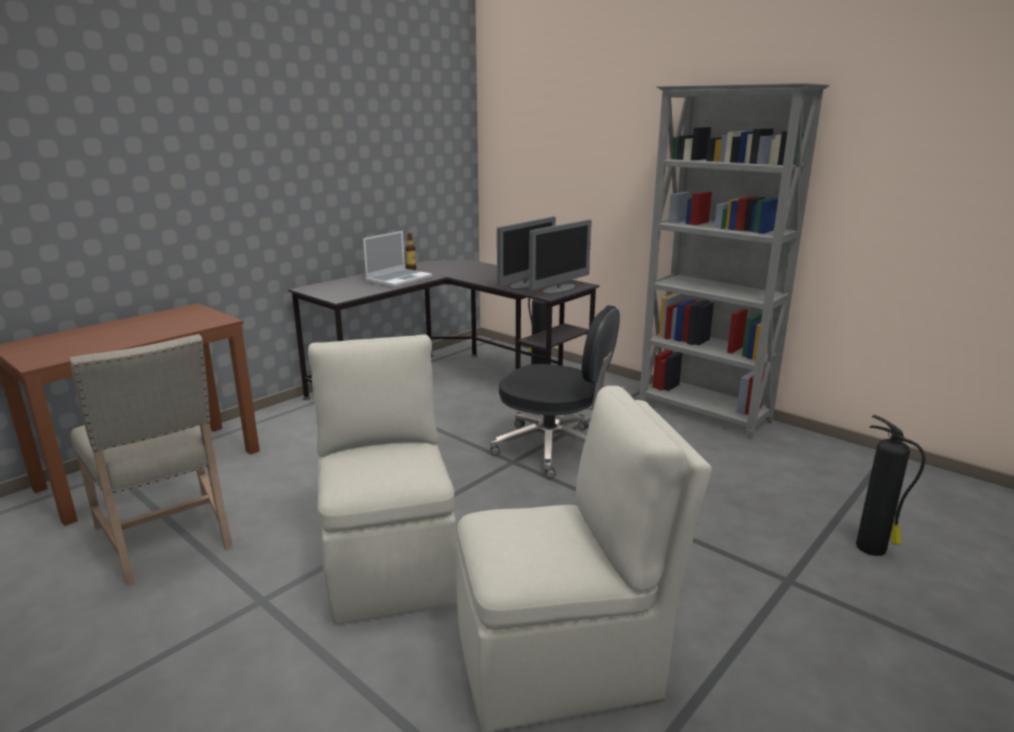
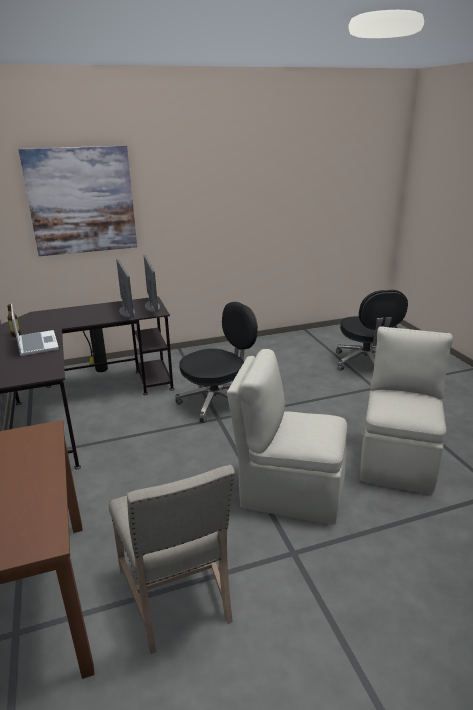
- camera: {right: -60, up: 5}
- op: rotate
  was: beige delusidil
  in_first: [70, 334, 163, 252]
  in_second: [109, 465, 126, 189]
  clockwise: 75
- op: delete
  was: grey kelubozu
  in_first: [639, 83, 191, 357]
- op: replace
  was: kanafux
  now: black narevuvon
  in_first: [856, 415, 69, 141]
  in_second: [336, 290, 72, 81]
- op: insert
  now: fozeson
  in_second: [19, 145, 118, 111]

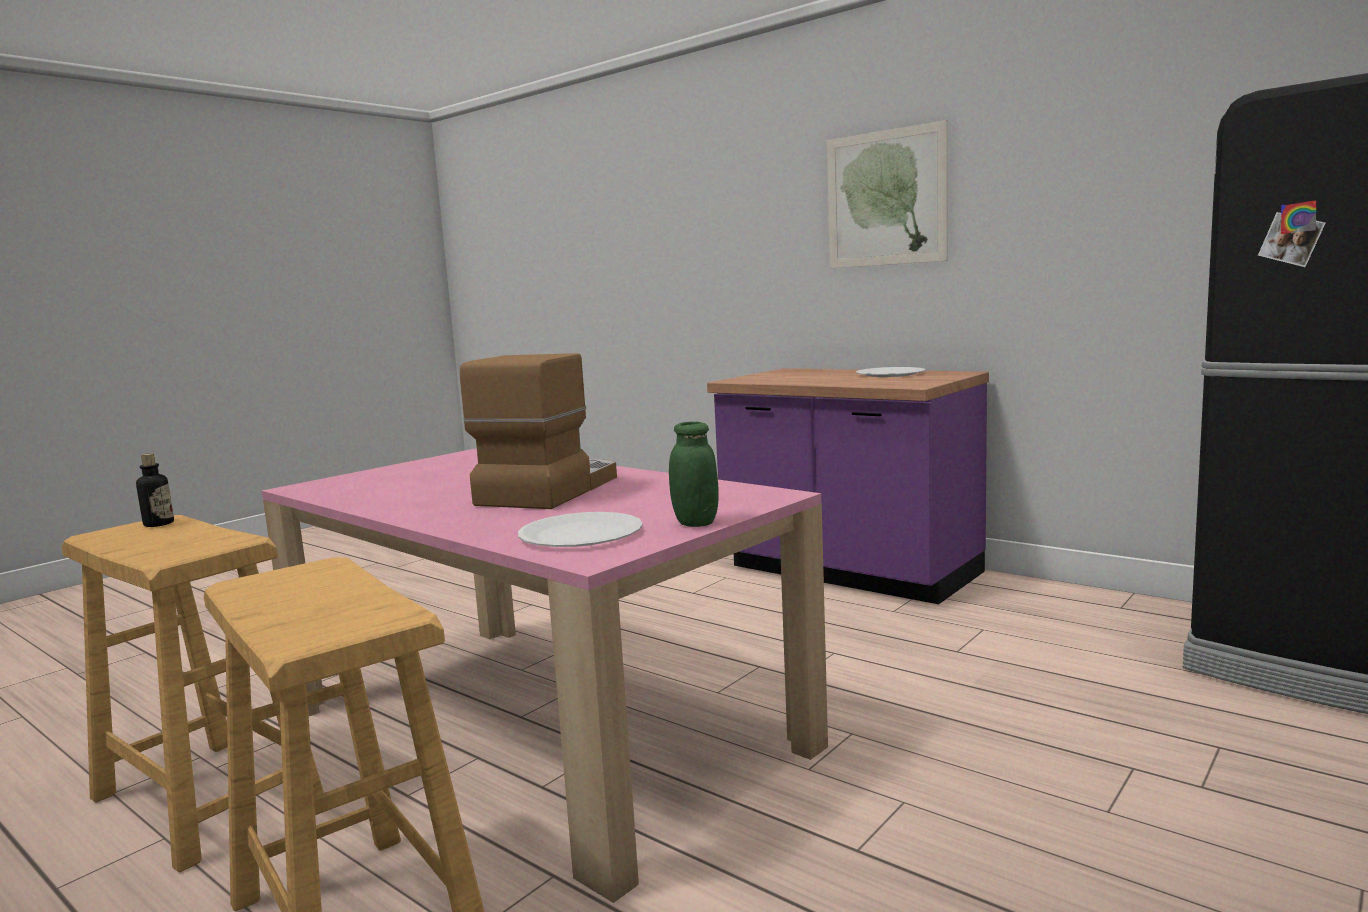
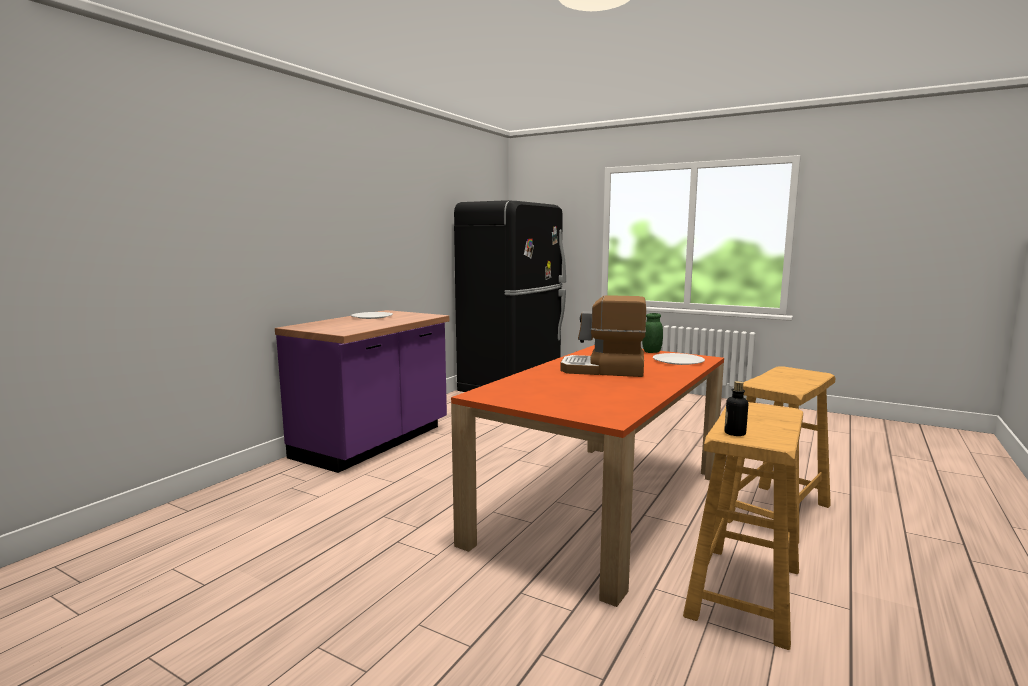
- camera: {right: -100, up: 0}
- op: recolor
  was: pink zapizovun
  now: orange zapizovun
  in_first: [262, 448, 566, 455]
  in_second: [451, 345, 273, 262]
- op: delete
  was: fozeson
  in_first: [827, 120, 121, 148]

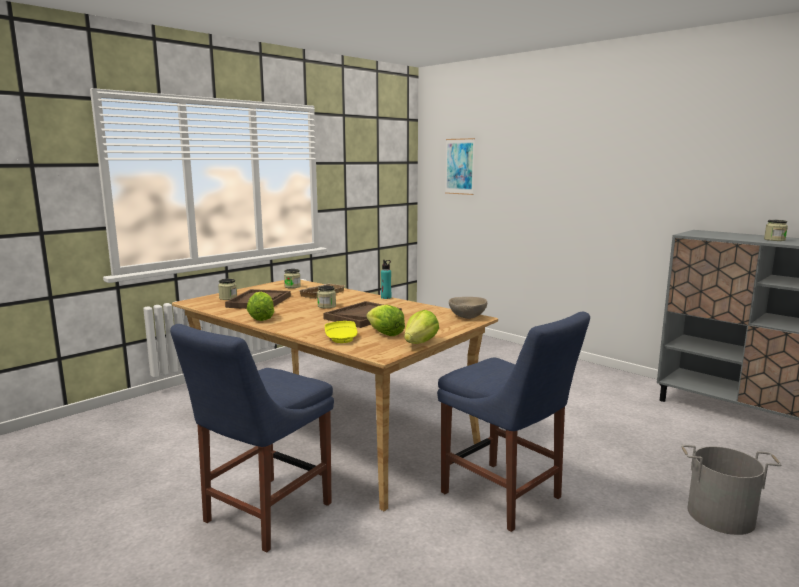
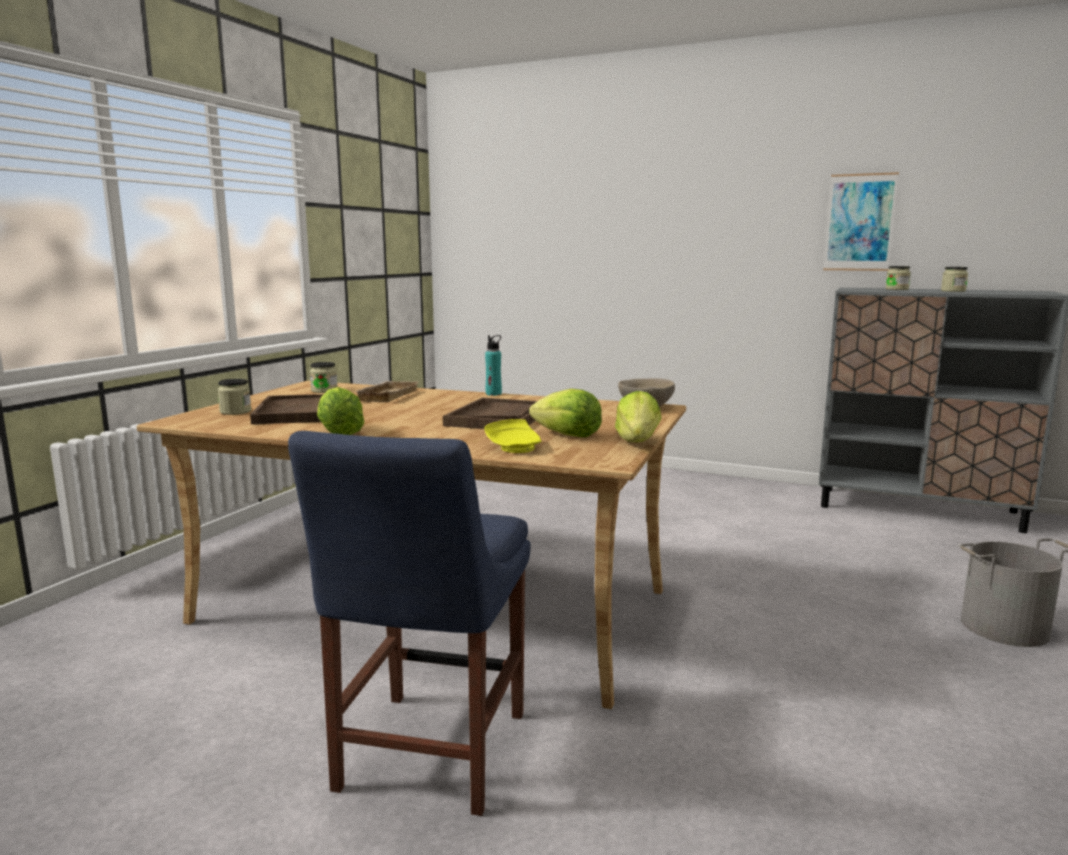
- camera: {right: -20, up: 0}
- op: move
  was: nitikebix
  in_first: [317, 286, 19, 22]
  in_second: [886, 266, 25, 24]
- op: delete
  was: blue delusidil
  in_first: [437, 312, 153, 220]
- op: move
  was: fozeson
  in_first: [445, 138, 30, 57]
  in_second: [823, 172, 76, 99]

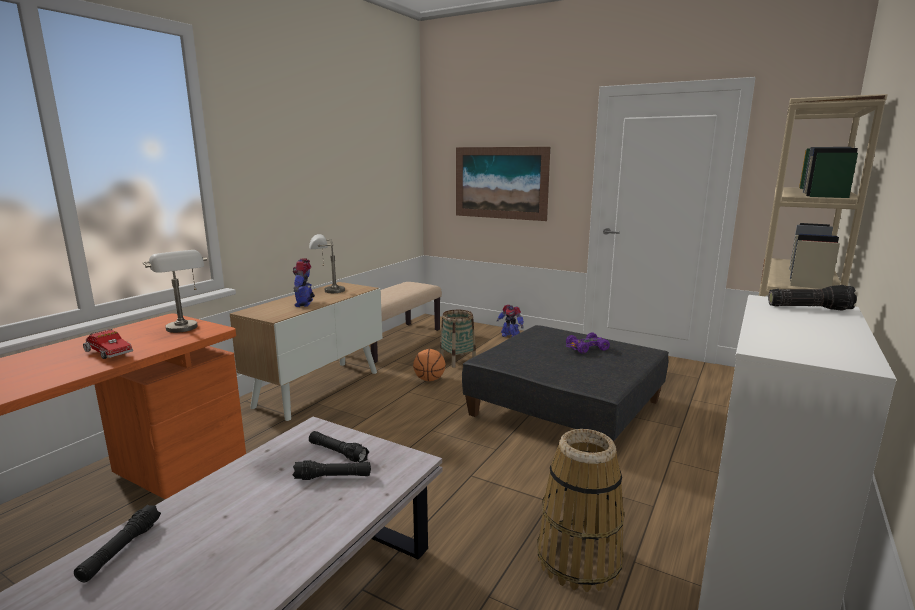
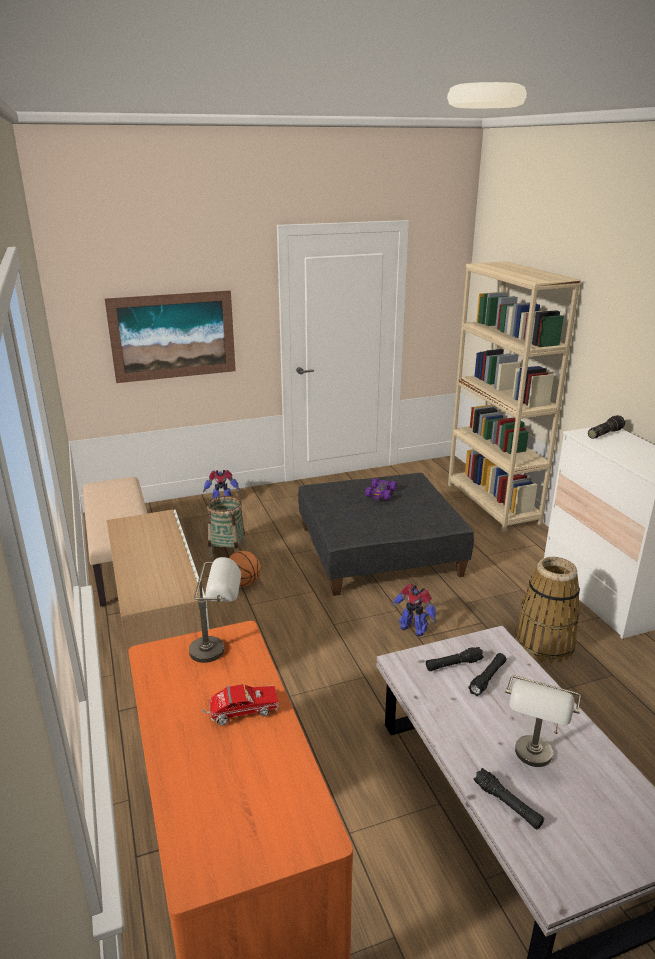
- camera: {right: -50, up: 10}
- op: move
  was: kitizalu
  in_first: [292, 258, 23, 49]
  in_second: [391, 584, 45, 53]
- op: move
  was: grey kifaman
  in_first: [309, 234, 36, 59]
  in_second: [505, 675, 76, 92]

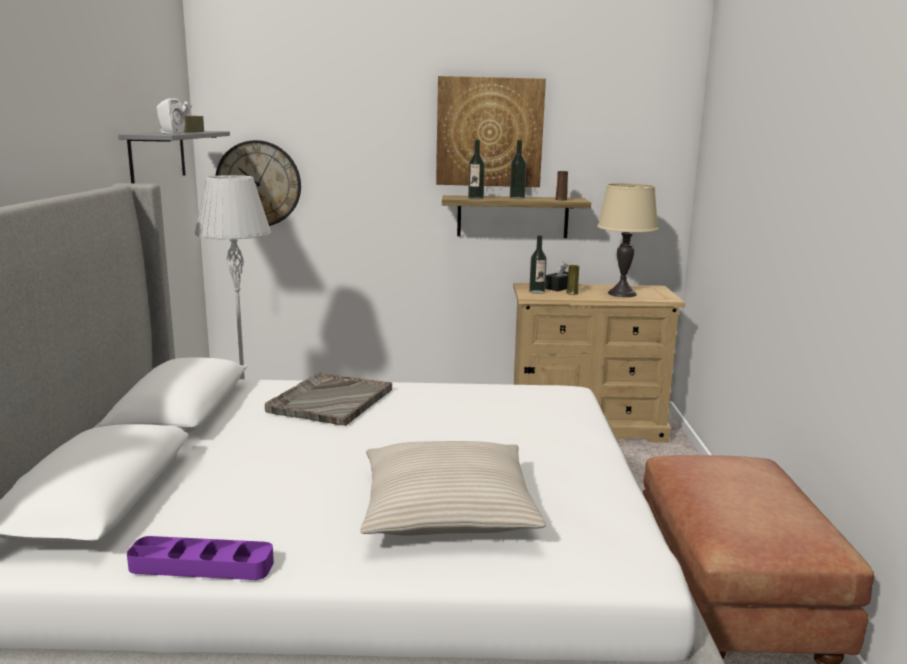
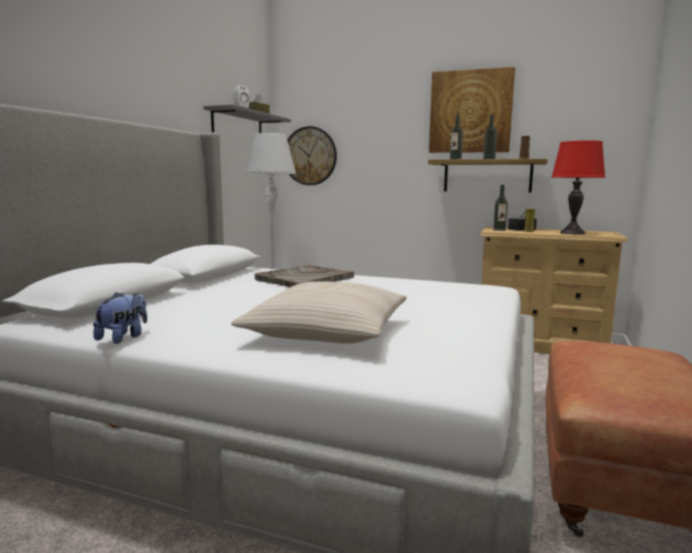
- camera: {right: 20, up: -5}
- op: replace
  was: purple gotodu
  now: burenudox
  in_first: [127, 536, 147, 44]
  in_second: [93, 292, 54, 52]
- op: recolor
  was: beige kifaman
  now: red kifaman
  in_first: [597, 183, 62, 114]
  in_second: [551, 140, 55, 94]

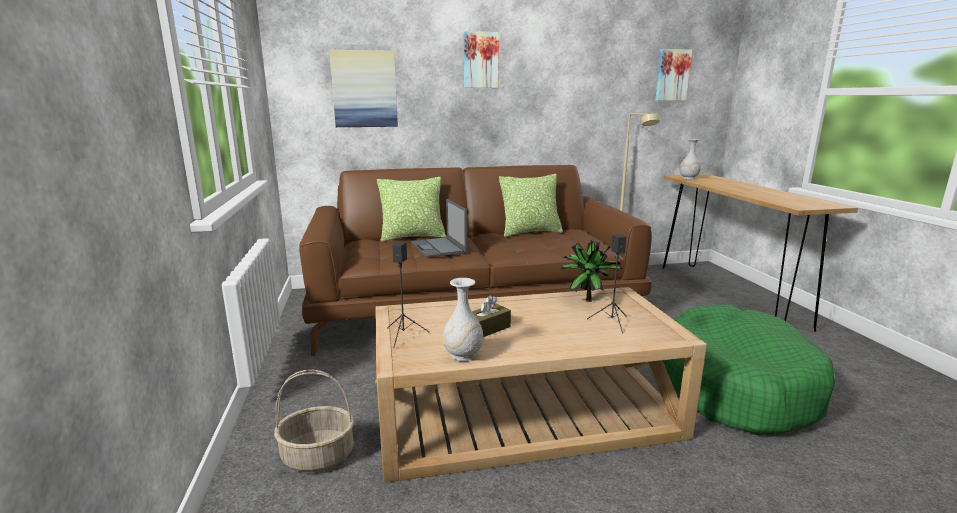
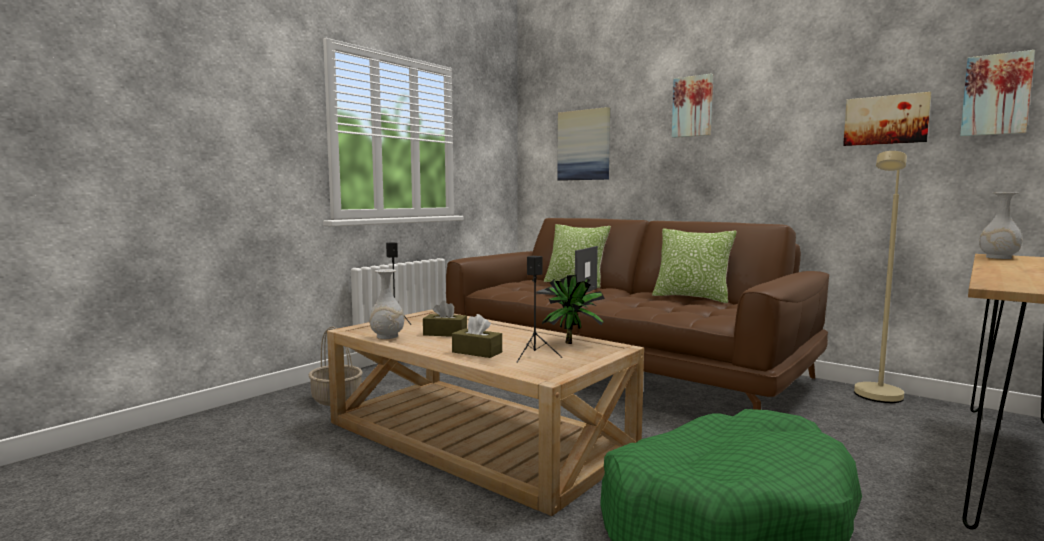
- camera: {right: 50, up: -10}
- op: insert
  now: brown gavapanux
  in_second: [452, 314, 50, 44]
- op: insert
  now: fozeson
  in_second: [843, 92, 88, 54]

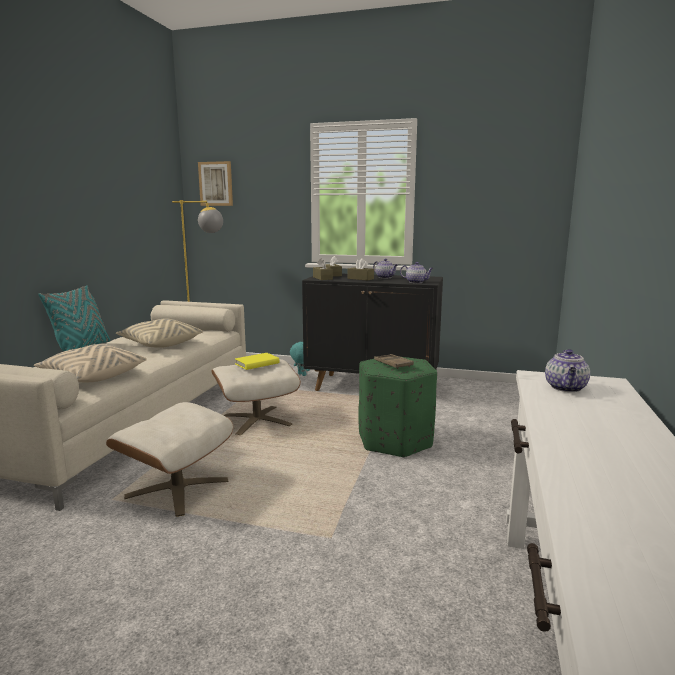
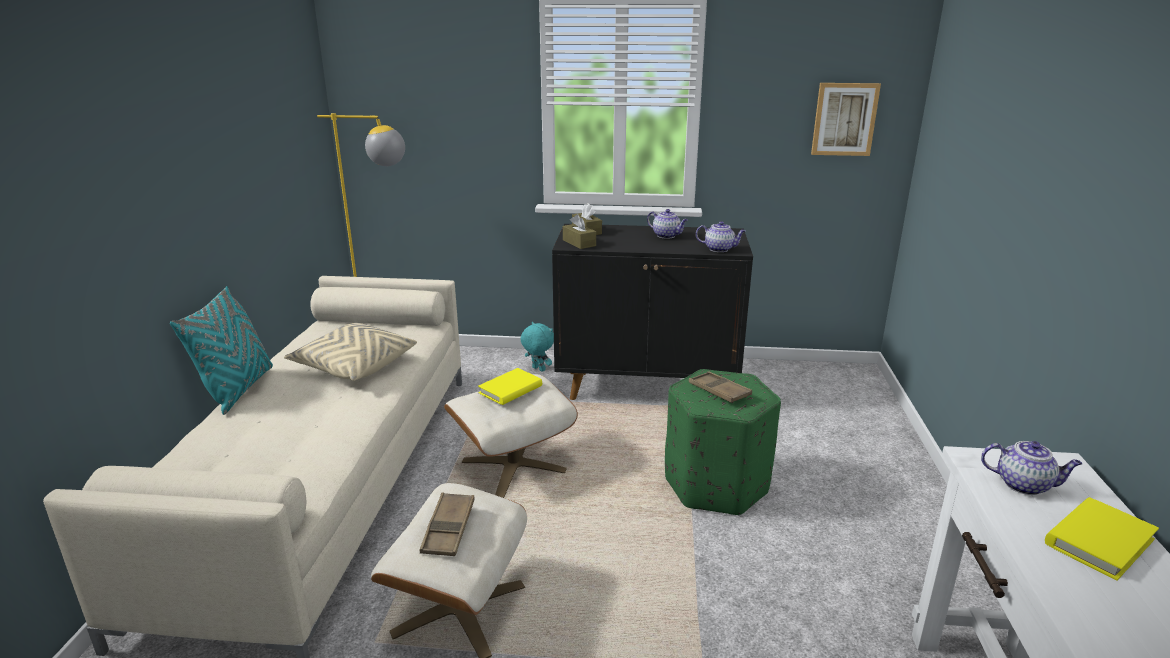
- camera: {right: -10, up: 10}
- op: delete
  was: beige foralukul
  in_first: [34, 344, 113, 38]
- op: move
  was: fozeson
  in_first: [198, 161, 35, 45]
  in_second: [811, 83, 70, 73]
- op: delete
  was: brown gavapanux
  in_first: [348, 258, 26, 23]
- op: rotate
  was: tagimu
  in_first: [545, 349, 45, 43]
  in_second: [981, 441, 102, 54]
  clockwise: -75
- op: insert
  now: brown gotodu
  in_second: [420, 492, 55, 64]
- op: insert
  now: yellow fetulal
  in_second: [1045, 497, 114, 83]

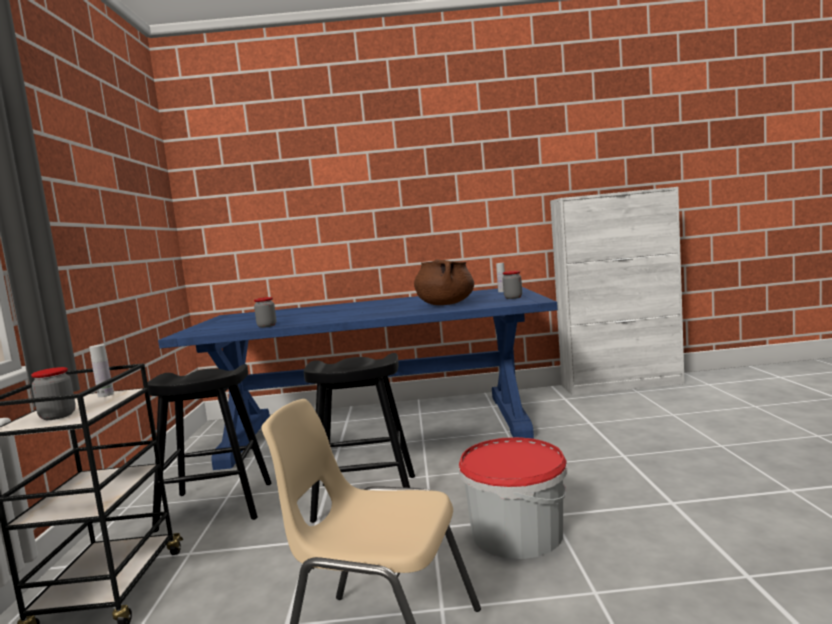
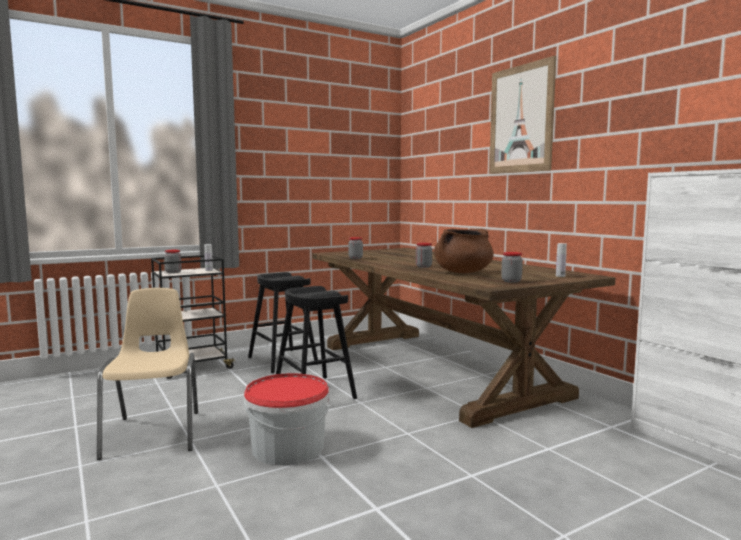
- camera: {right: 60, up: 0}
- op: recolor
  was: blue zapizovun
  now: brown zapizovun
  in_first: [158, 287, 400, 183]
  in_second: [312, 248, 303, 180]
- op: insert
  now: nitikebix
  in_second: [416, 243, 16, 25]
- op: insert
  now: fozeson
  in_second: [489, 56, 67, 118]

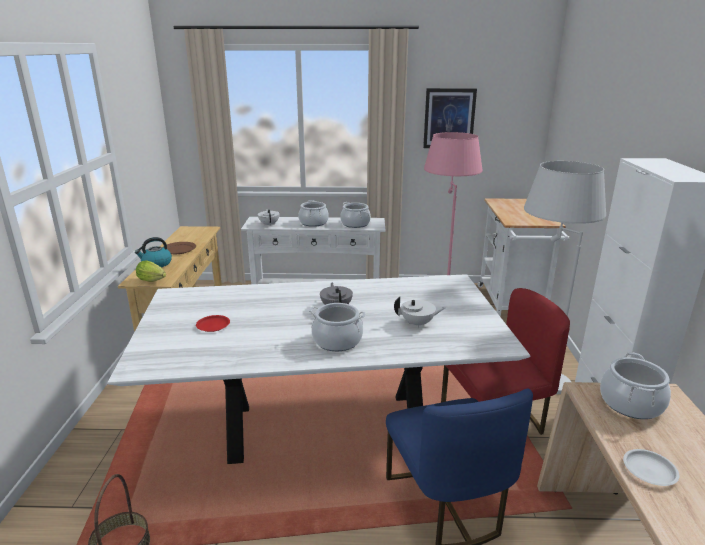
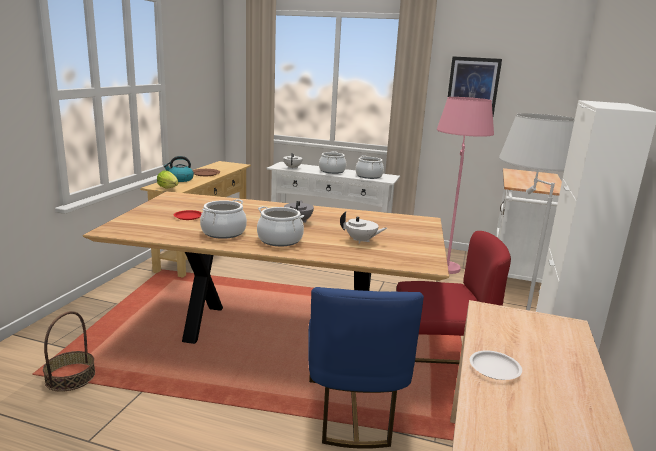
- camera: {right: 15, up: -5}
- op: recolor
  was: white zapizovun
  now: brown zapizovun
  in_first: [107, 274, 423, 190]
  in_second: [83, 191, 366, 153]
- op: move
  was: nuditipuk
  in_first: [600, 352, 71, 67]
  in_second: [200, 199, 47, 40]

